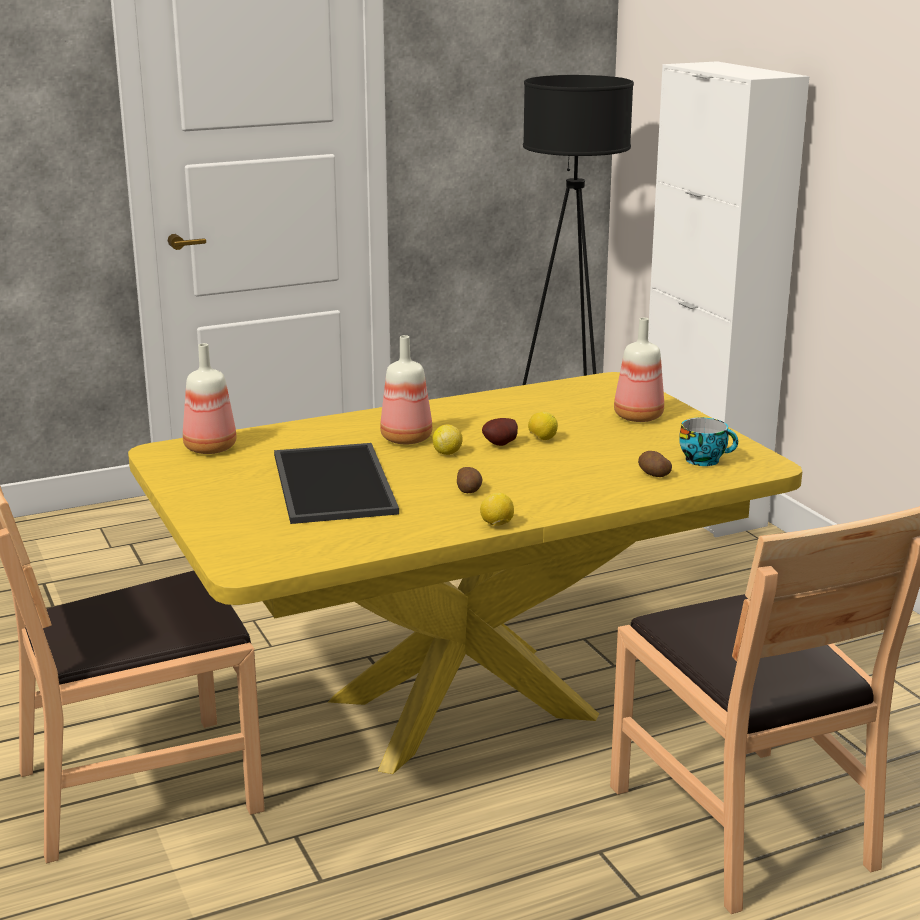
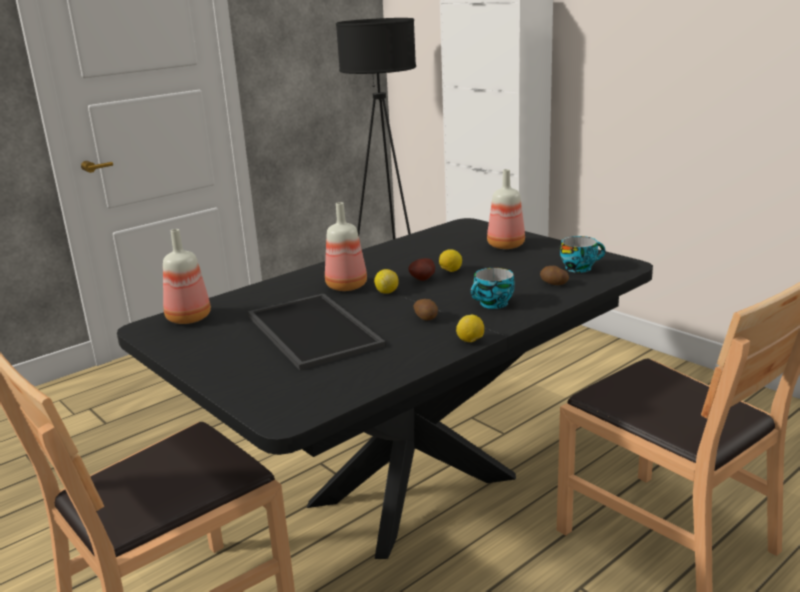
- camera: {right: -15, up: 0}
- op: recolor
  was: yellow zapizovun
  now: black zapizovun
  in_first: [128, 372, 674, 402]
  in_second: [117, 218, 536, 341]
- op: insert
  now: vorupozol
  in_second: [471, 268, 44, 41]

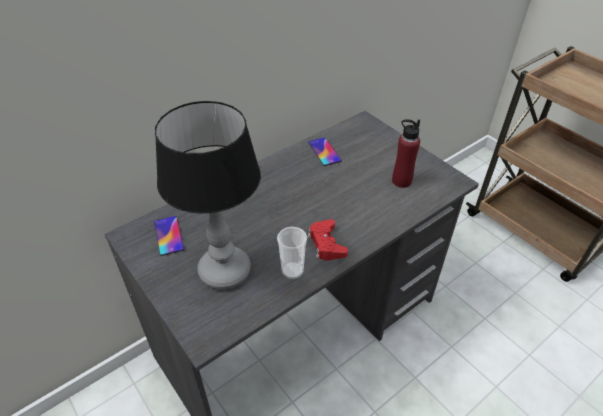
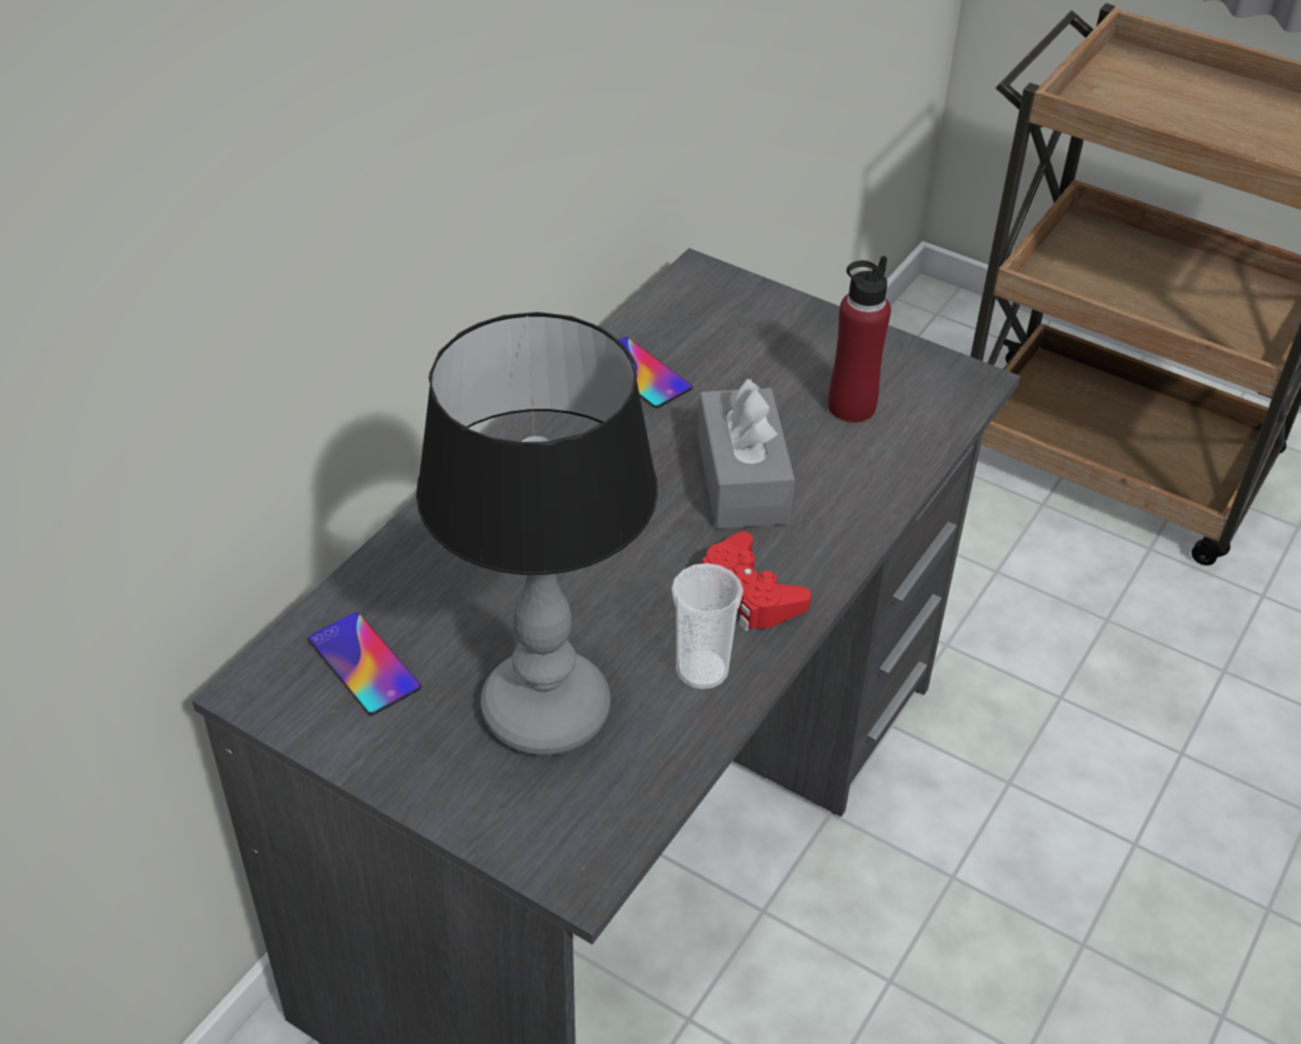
- camera: {right: -20, up: 0}
- op: insert
  now: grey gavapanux
  in_second: [698, 379, 97, 150]

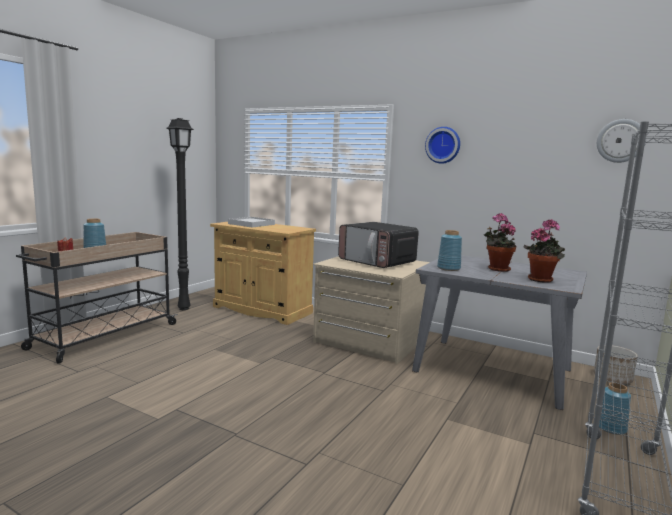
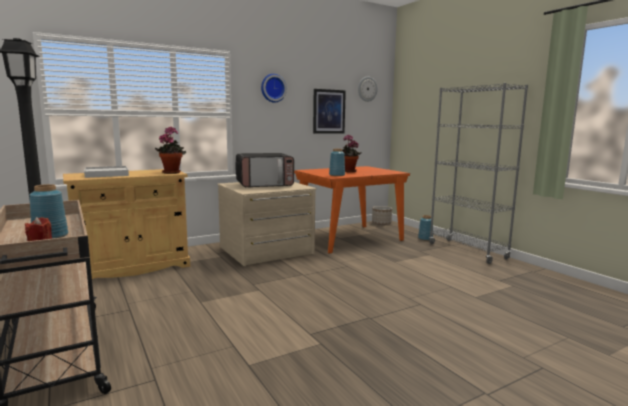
- camera: {right: -60, up: 0}
- op: recolor
  was: grey zapizovun
  now: orange zapizovun
  in_first: [412, 255, 175, 155]
  in_second: [294, 166, 116, 88]
- op: move
  was: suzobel
  in_first: [524, 219, 41, 64]
  in_second: [155, 127, 31, 47]
- op: insert
  now: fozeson
  in_second: [313, 89, 33, 45]

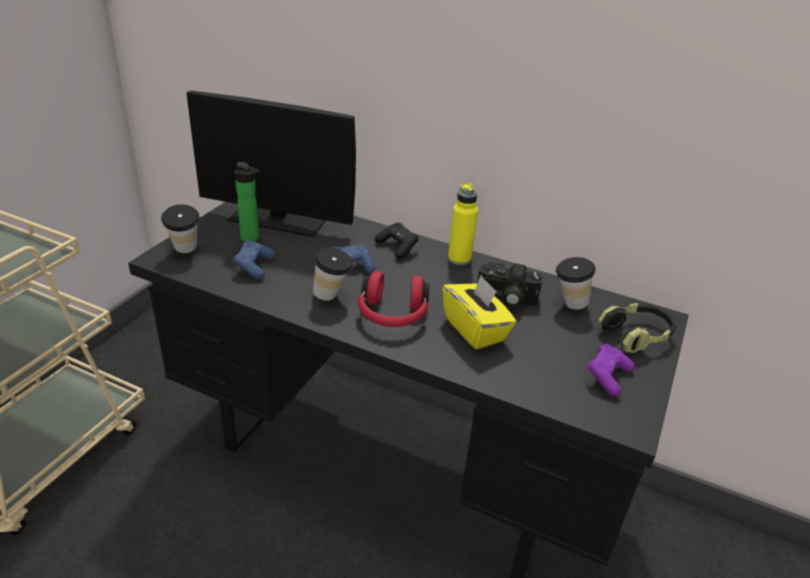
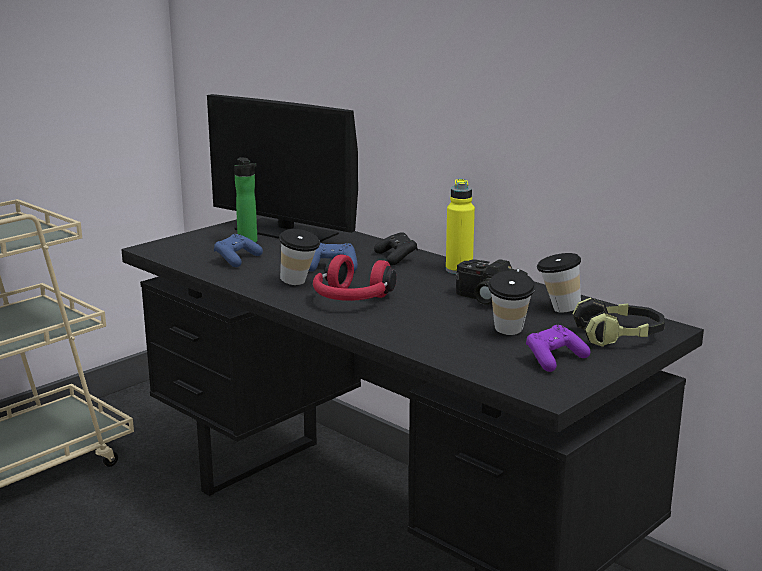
- camera: {right: 20, up: -15}
- op: move
  was: vorupozol
  in_first: [161, 204, 38, 49]
  in_second: [488, 271, 48, 64]
- op: delete
  was: yellow gavapanux
  in_first: [442, 275, 74, 75]

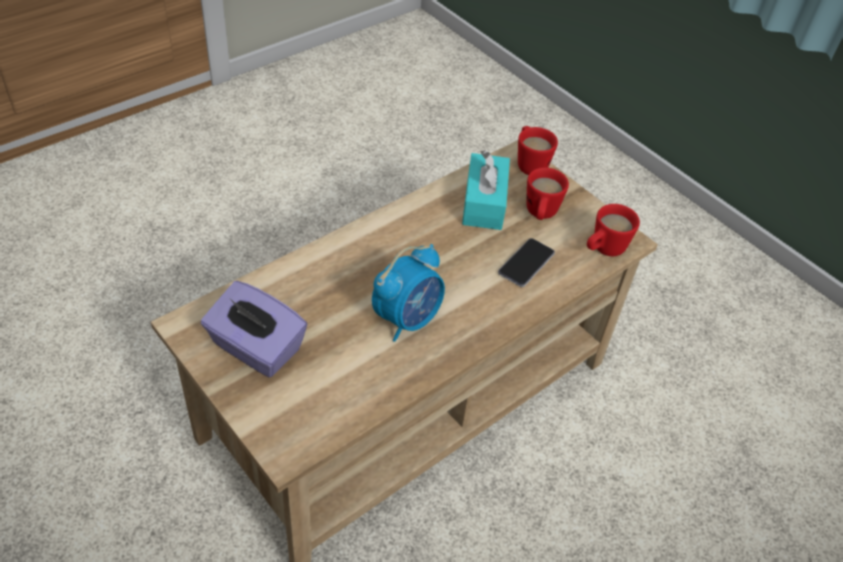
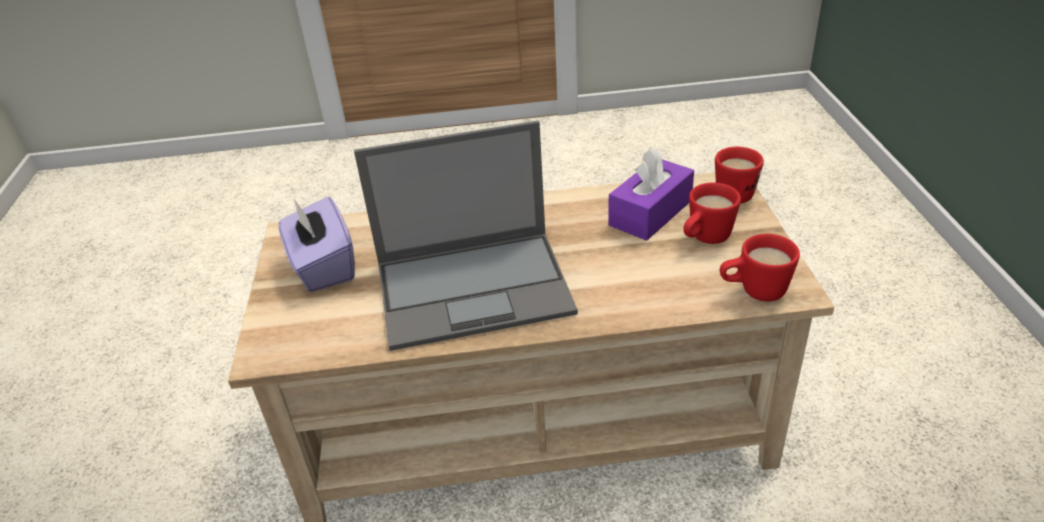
- camera: {right: 40, up: -10}
- op: replace
  was: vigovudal
  now: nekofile
  in_first: [372, 244, 73, 98]
  in_second: [354, 121, 224, 230]
- op: recolor
  was: turquoise gavapanux
  now: purple gavapanux
  in_first: [462, 150, 48, 80]
  in_second: [608, 147, 86, 94]
- op: delete
  was: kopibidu
  in_first: [498, 238, 57, 49]

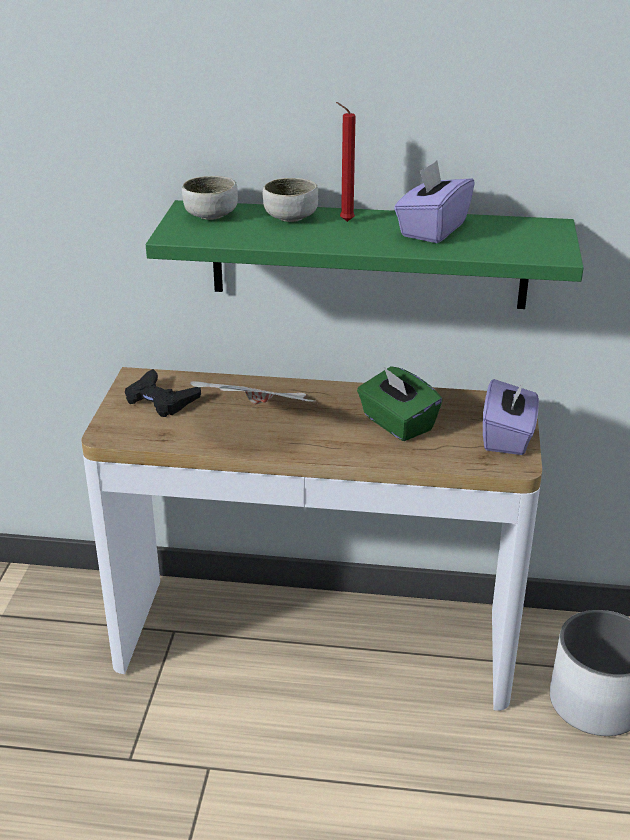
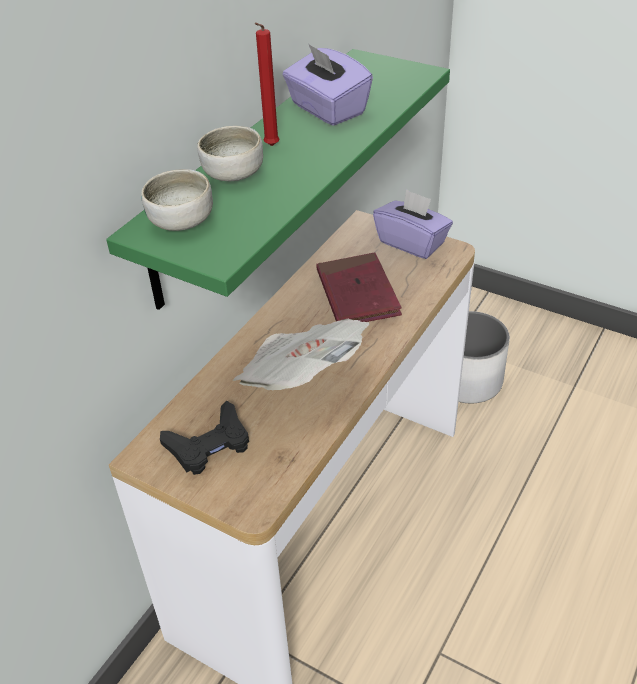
- camera: {right: -65, up: 10}
- op: replace
  was: green gavapanux
  now: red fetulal
  in_first: [357, 366, 86, 75]
  in_second: [316, 252, 86, 70]

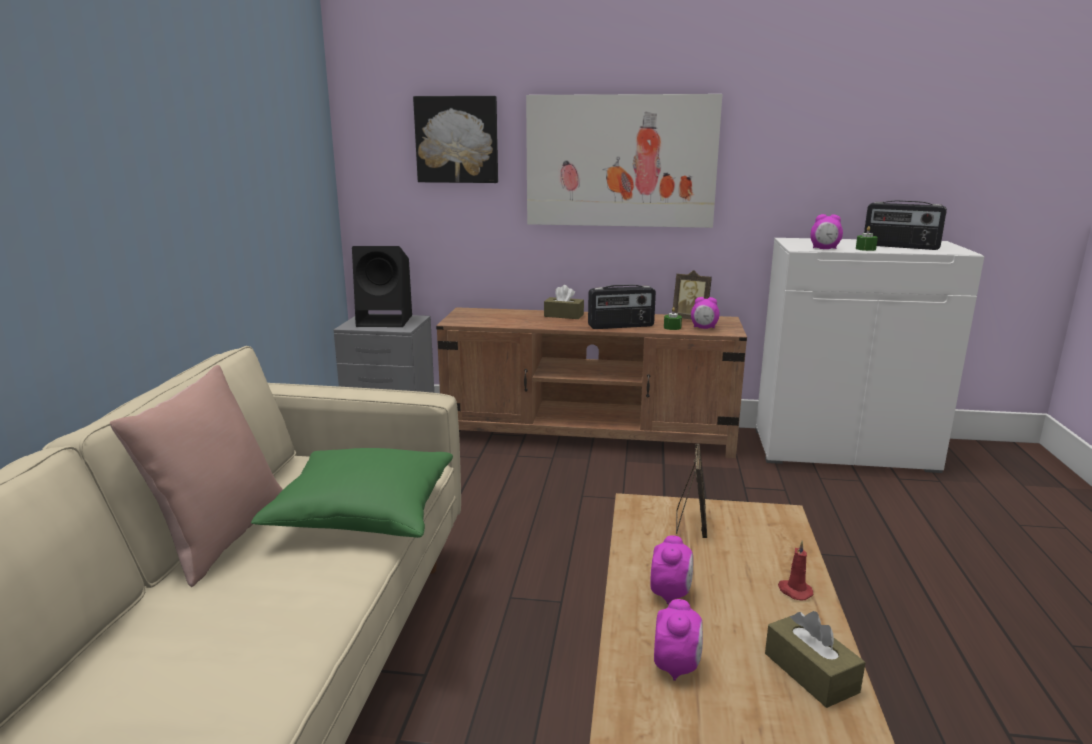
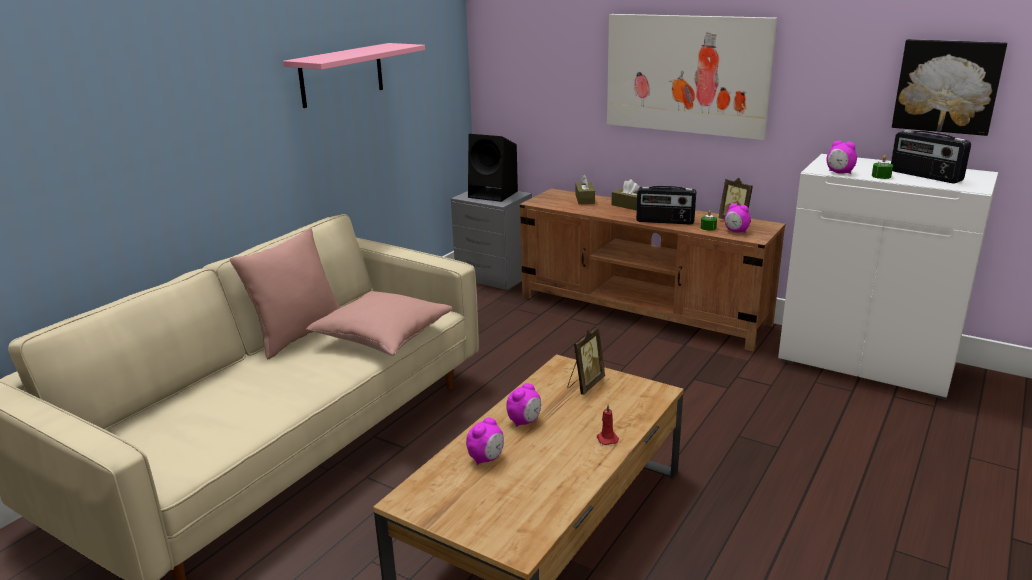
- camera: {right: 25, up: 5}
- op: recolor
  was: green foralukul
  now: pink foralukul
  in_first: [251, 448, 202, 90]
  in_second: [306, 291, 147, 65]
- op: move
  was: fozeson
  in_first: [413, 96, 85, 87]
  in_second: [892, 39, 115, 97]
- op: move
  was: brown gavapanux
  in_first: [765, 611, 100, 97]
  in_second: [576, 174, 19, 30]
- op: insert
  now: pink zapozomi
  in_second: [283, 43, 142, 65]

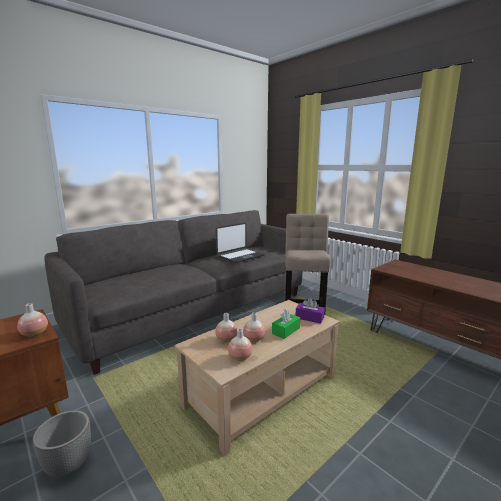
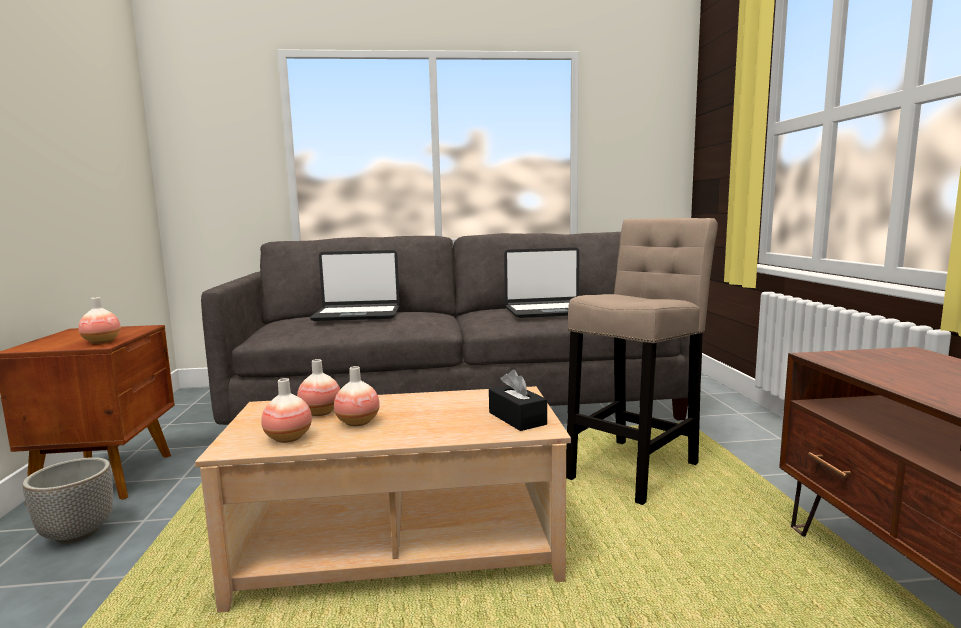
- camera: {right: 35, up: -5}
- op: delete
  was: green gavapanux
  in_first: [272, 309, 28, 30]
- op: recolor
  was: purple gavapanux
  now: black gavapanux
  in_first: [295, 298, 30, 26]
  in_second: [489, 370, 58, 61]
- op: insert
  now: nekofile
  in_second: [310, 250, 90, 71]

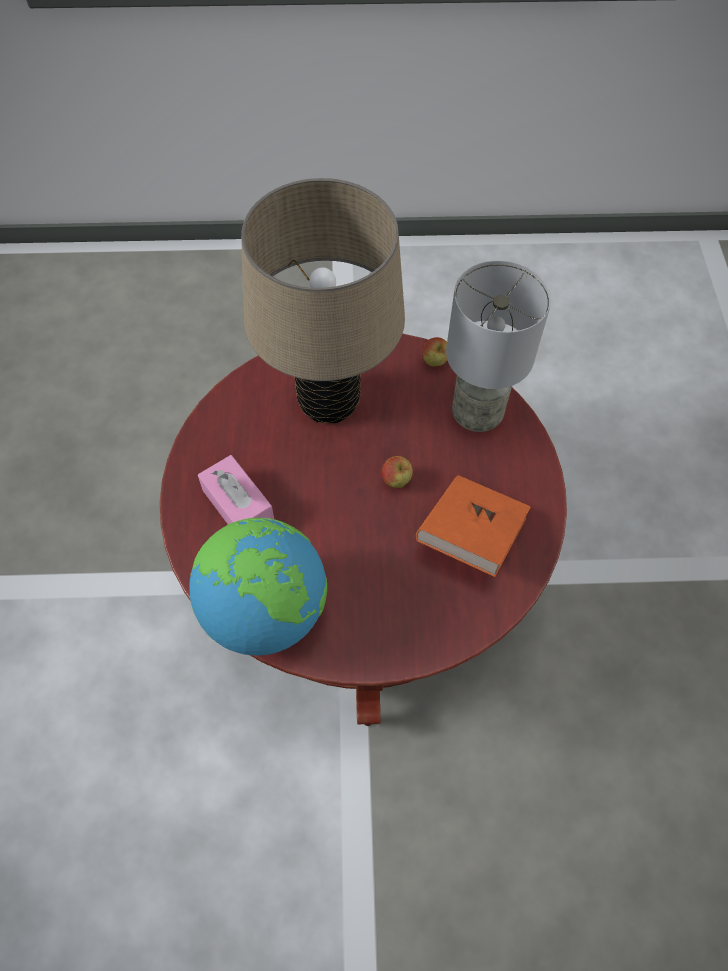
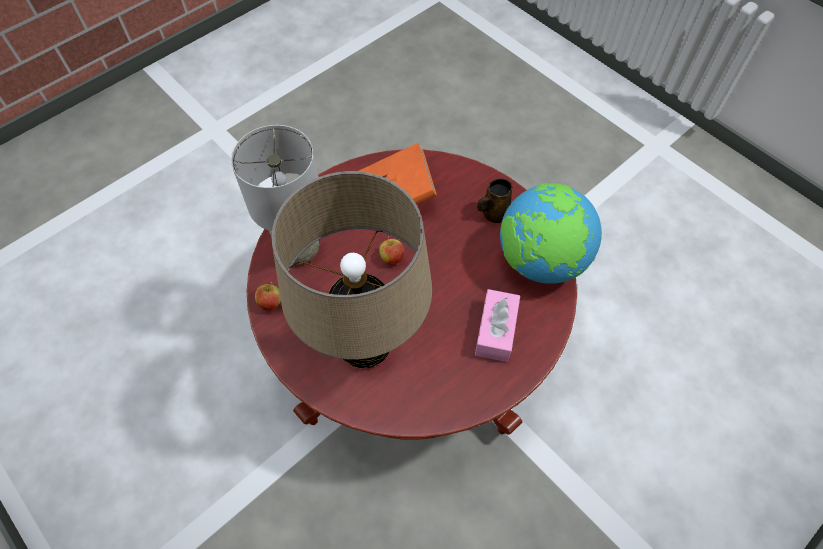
- camera: {right: -130, up: 0}
- op: insert
  now: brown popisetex
  in_second: [477, 178, 35, 45]

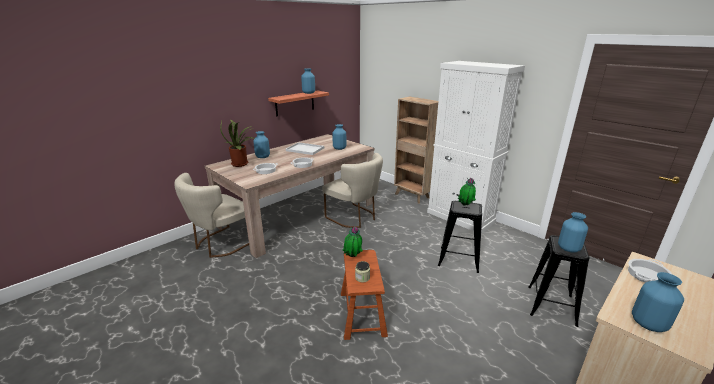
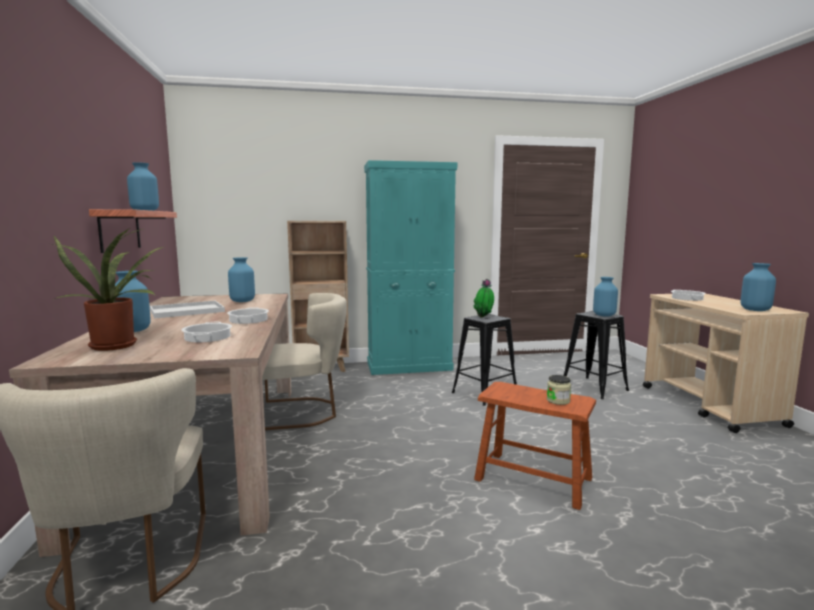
- camera: {right: -55, up: -15}
- op: delete
  was: suzobel
  in_first: [342, 226, 21, 31]
- op: recolor
  was: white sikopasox
  now: turquoise sikopasox
  in_first: [427, 61, 98, 173]
  in_second: [364, 160, 93, 215]

